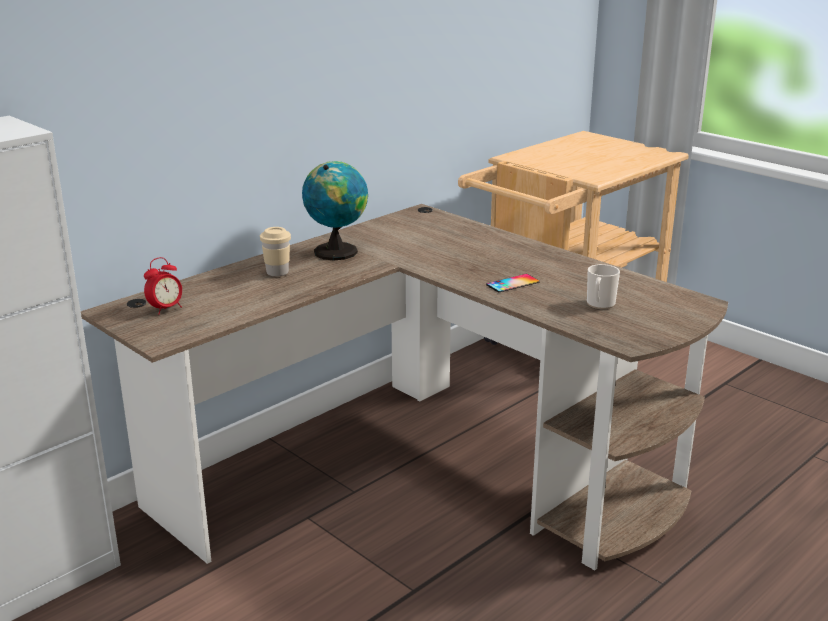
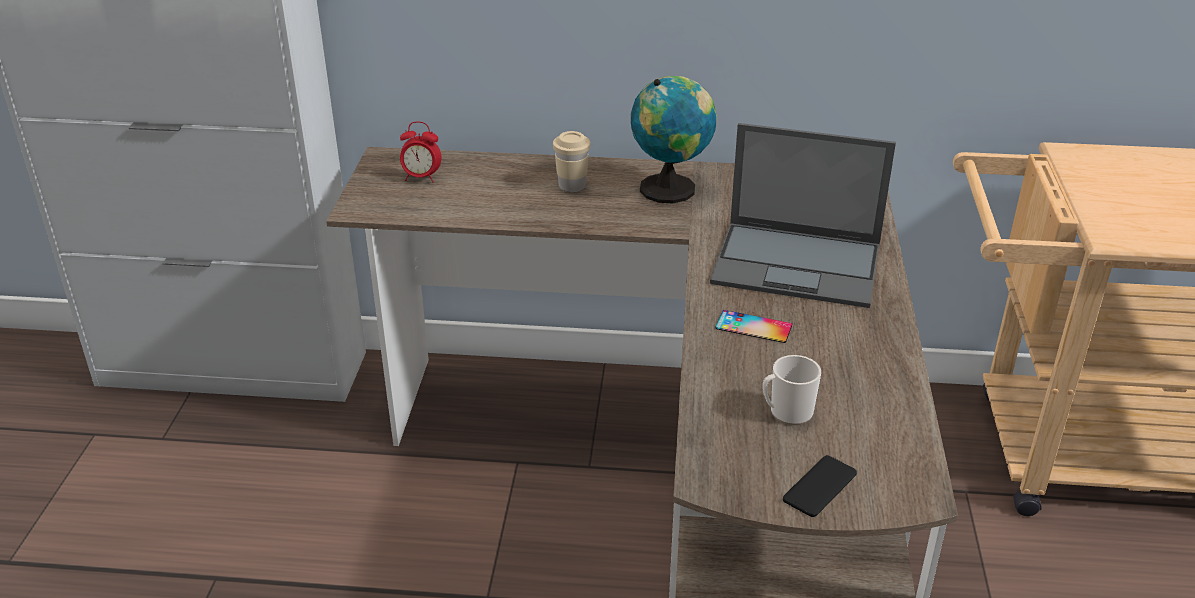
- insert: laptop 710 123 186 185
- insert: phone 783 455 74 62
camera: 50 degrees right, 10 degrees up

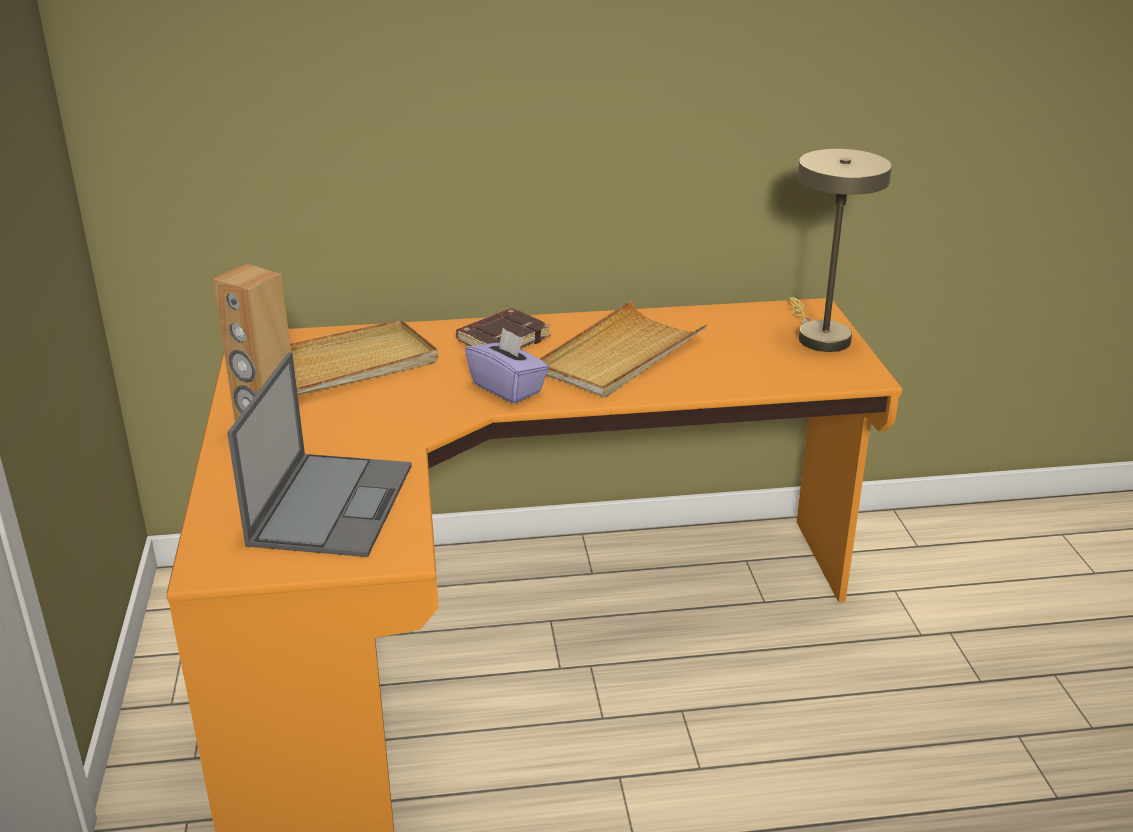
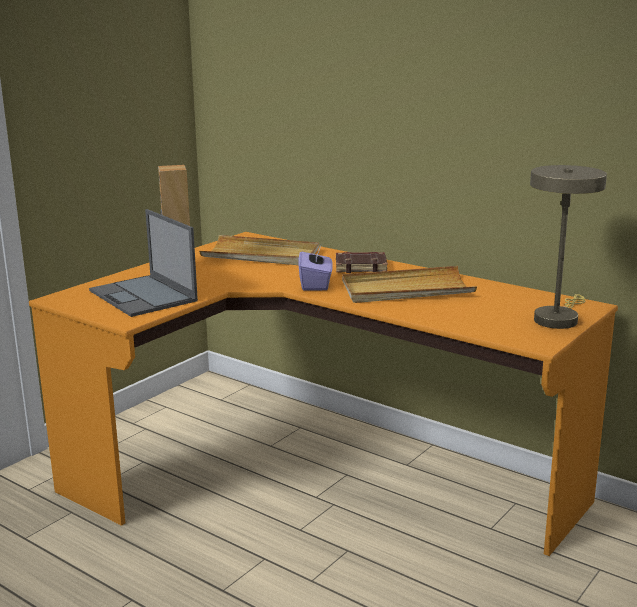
- rotate: laptop 227 352 185 205 = 89 209 109 108 90 degrees clockwise
camera: 45 degrees right, 10 degrees down

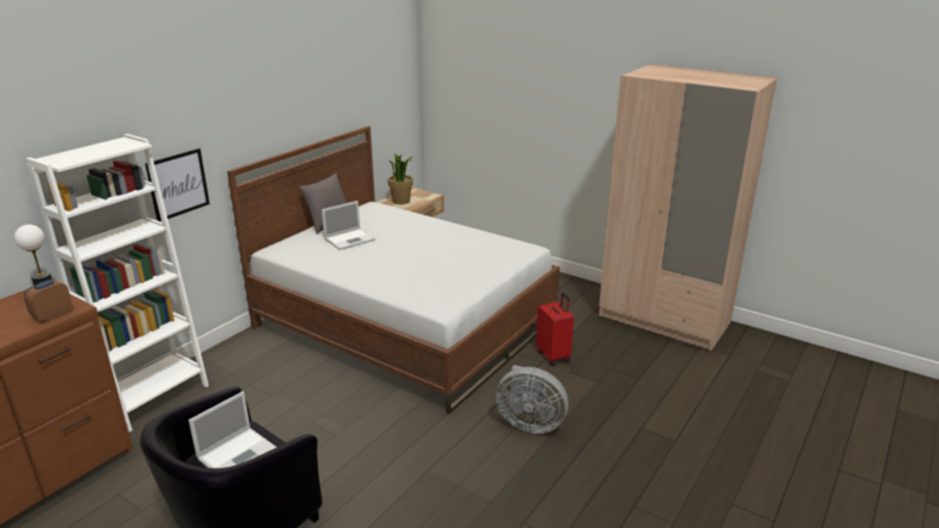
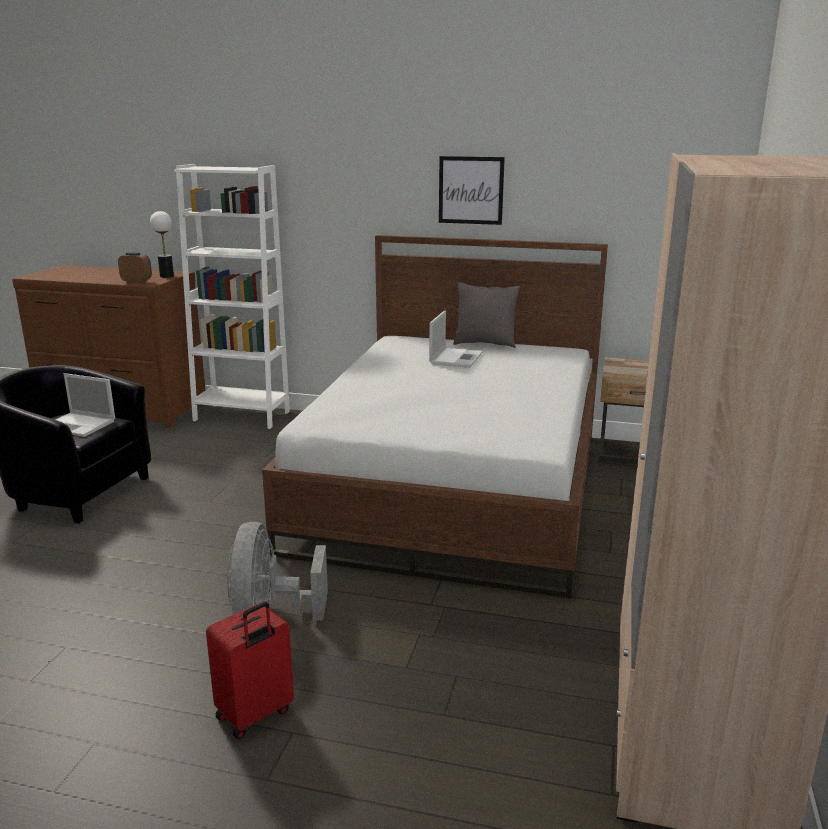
- move: wall picture 145 148 65 74 to 439 156 66 69
- delete: potted plant 388 153 26 52
- rotate: laptop 322 201 54 49 = 429 310 54 58 105 degrees counterclockwise
- move: red piece of luggage 536 293 38 73 to 206 602 88 137
camera: 70 degrees right, 5 degrees down

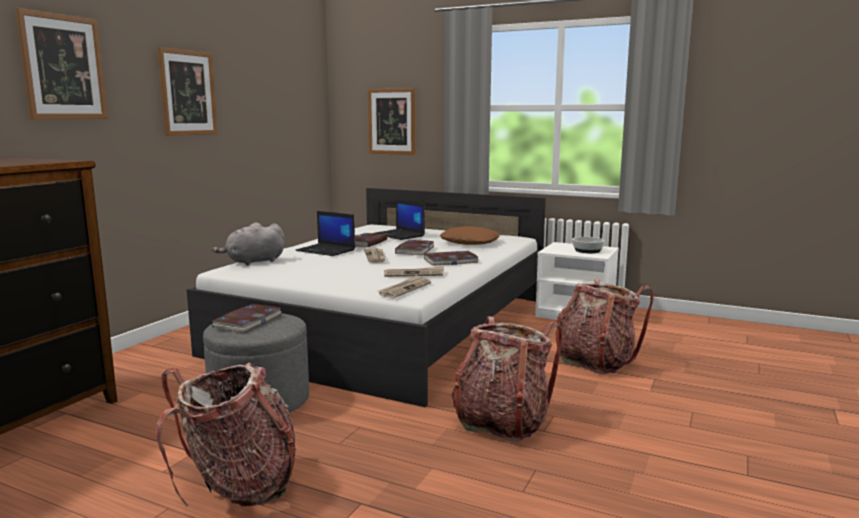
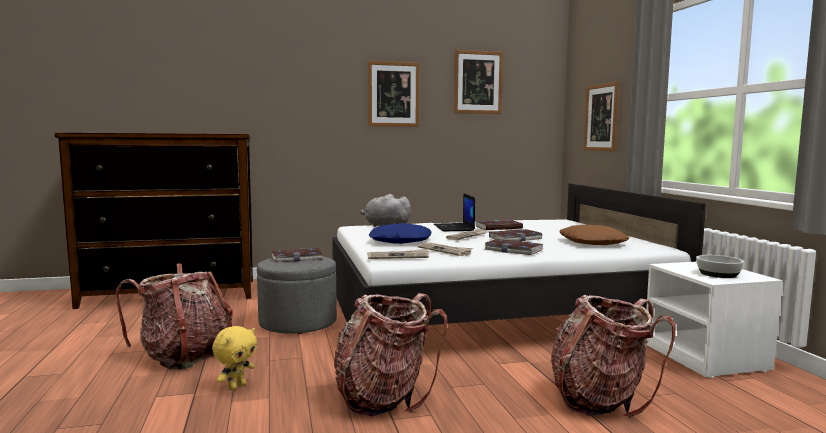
- move: wall picture 15 8 93 111 to 454 50 49 64
- delete: laptop 374 200 51 40
- insert: blue-coloured pillow 369 223 63 21
- insert: yellow-coloured cuddly toy 212 326 45 65
camera: 50 degrees right, 5 degrees down

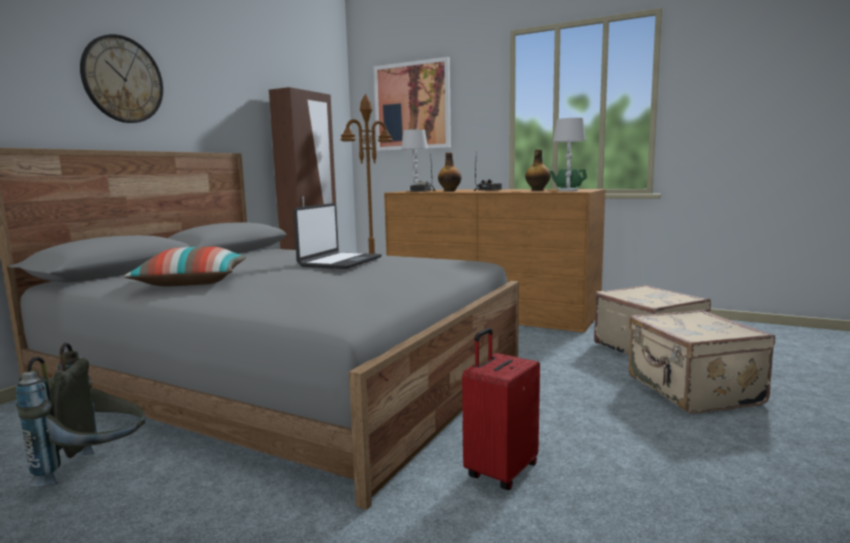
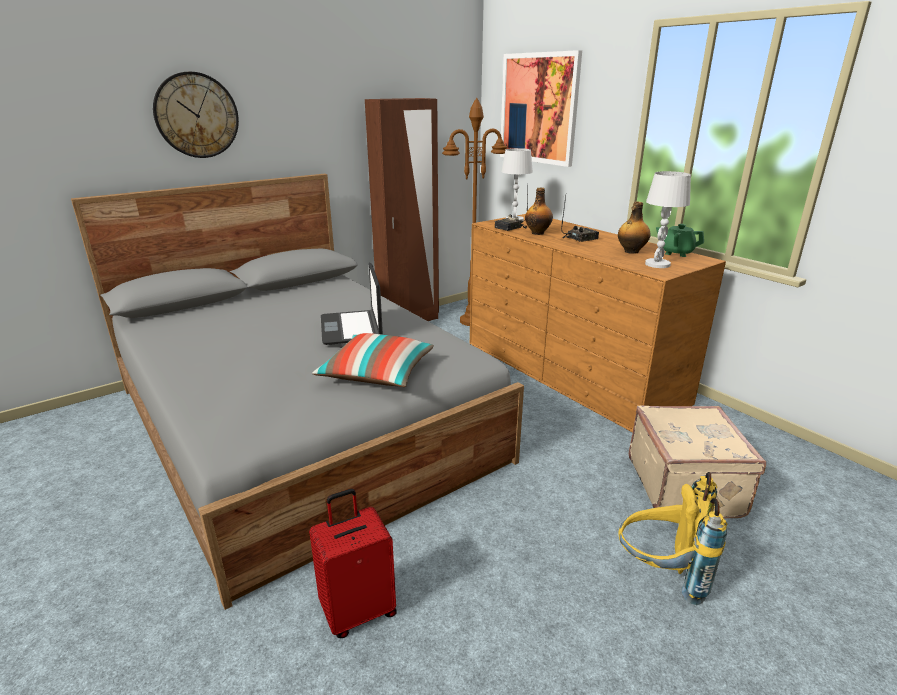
- rotate: laptop 294 203 88 66 = 321 263 62 82 120 degrees clockwise
- move: pillow 124 246 122 40 to 312 333 122 54
- replace: sand-coloured piece of luggage 629 310 146 104 to yellow-coloured rucksack 618 472 109 133
- delete: greyish rucksack 16 343 130 143
camera: 25 degrees right, 15 degrees up

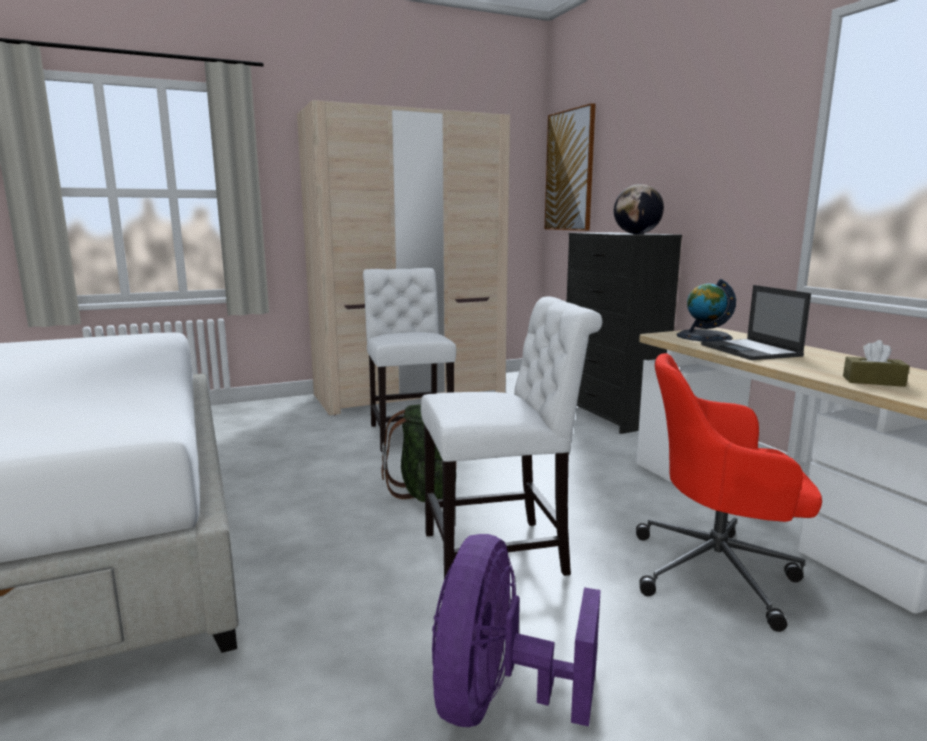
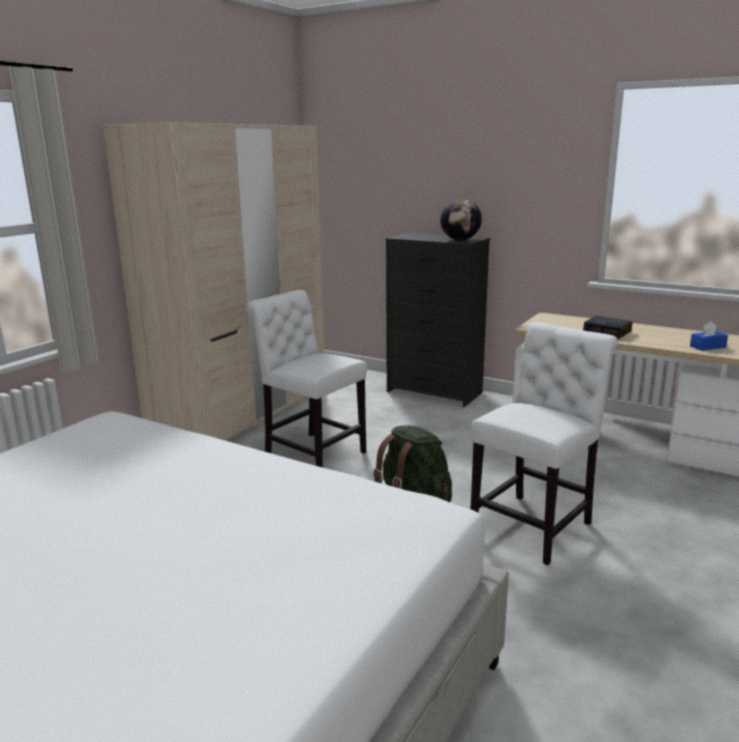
- delete: wall picture 545 103 51 128
- delete: desk globe 677 279 59 63
- replace: laptop 701 285 110 75 to table clock 583 316 50 24
- recolor: brown-coloured tissue holder 843 340 67 47 to blue-coloured tissue holder 690 321 38 30
- delete: red desk chair 636 353 186 279
- delete: purple-coloured cooling fan 432 534 169 193
camera: 35 degrees left, 5 degrees up

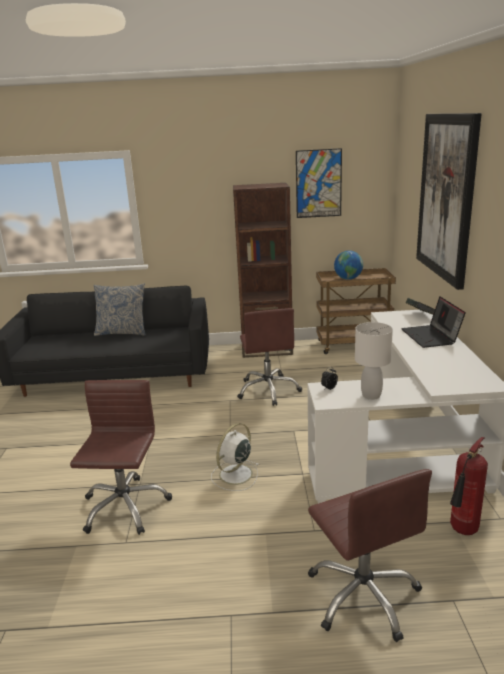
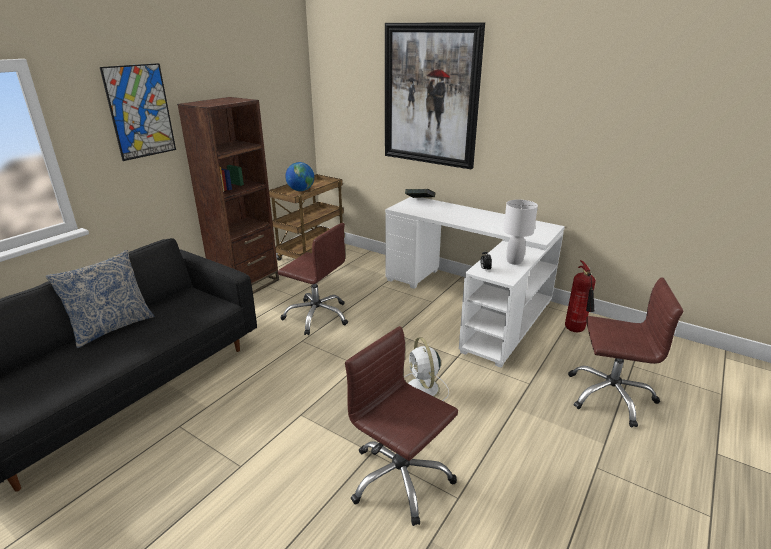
- move: wall picture 296 148 46 70 to 100 63 76 98
- delete: laptop 401 297 65 51
camera: 55 degrees left, 5 degrees up

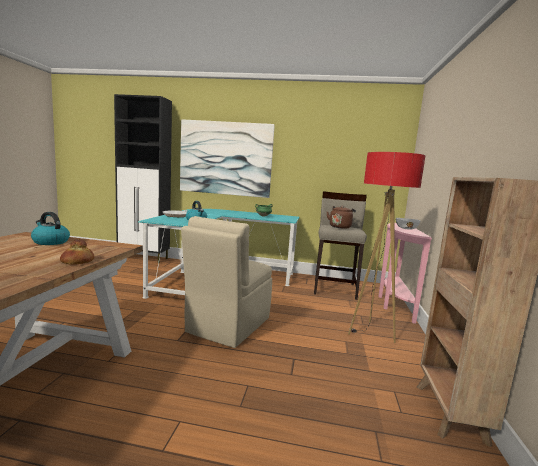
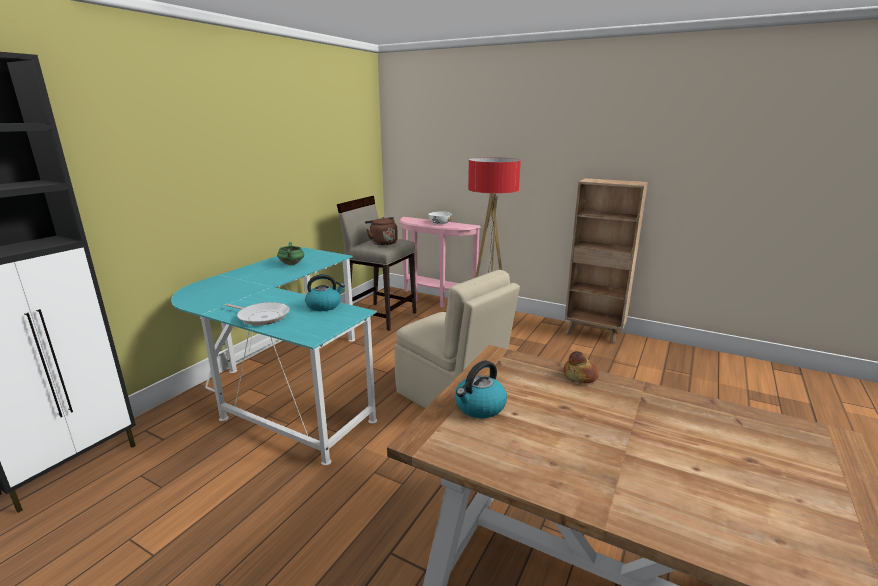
- delete: wall picture 180 119 95 79
camera: 70 degrees left, 10 degrees up

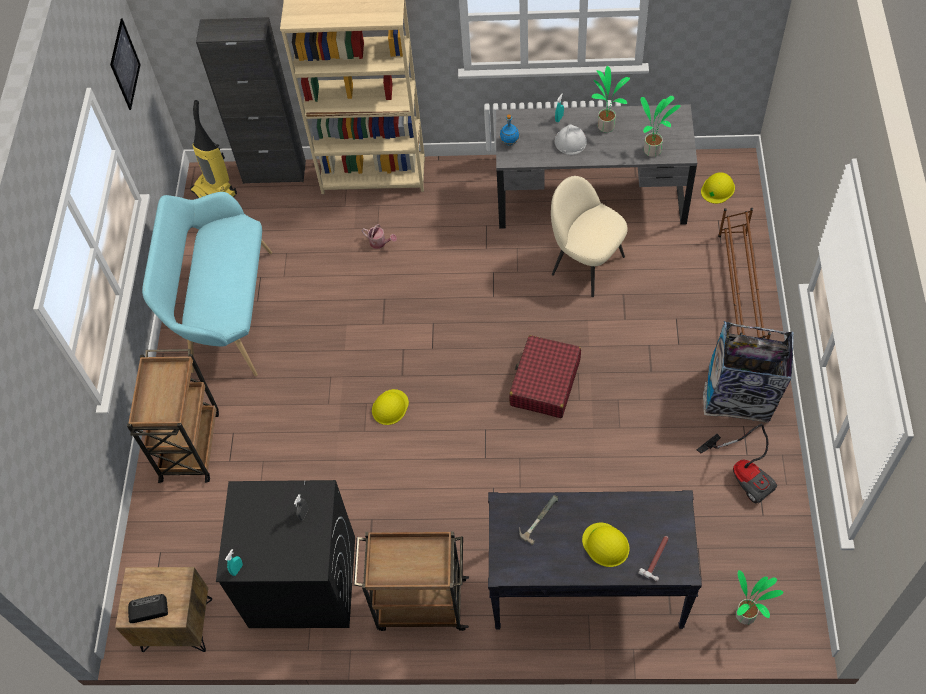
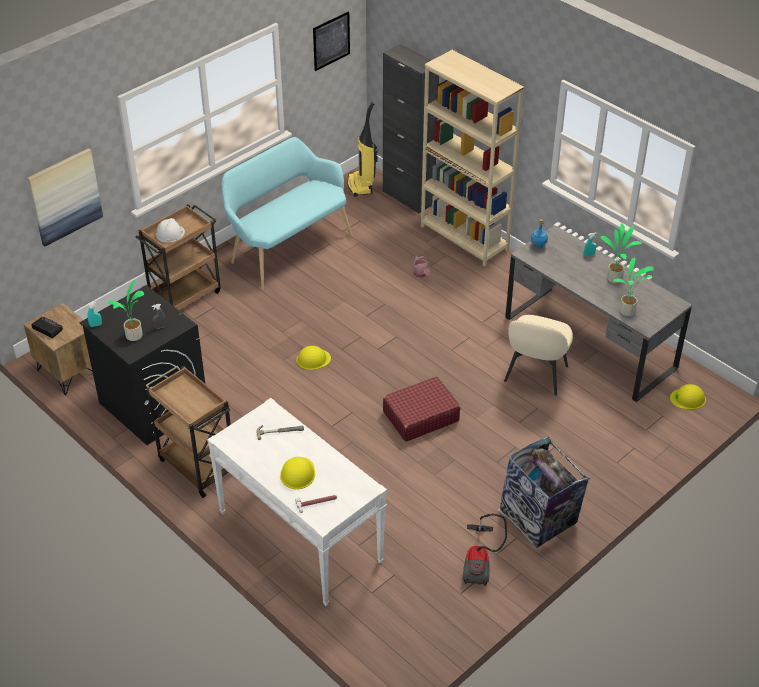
- move: white-coloured safety helmet 555 124 32 31 to 156 218 29 24
- rotate: sand-coloured upright chair 551 176 77 121 = 504 315 69 80 150 degrees counterclockwise
- delete: brown-coloured shoe rack 718 208 53 131
- recolor: black console table 488 490 214 139 to white-coloured console table 207 398 180 208
- move: potted plant 736 570 48 55 to 107 280 37 61
- insert: wall picture 27 148 76 98
camera: 40 degrees right, 15 degrees down

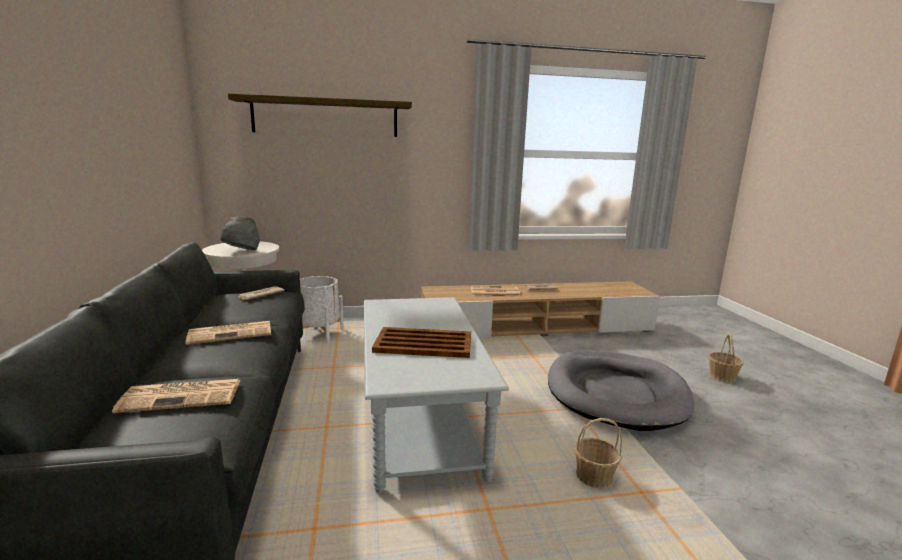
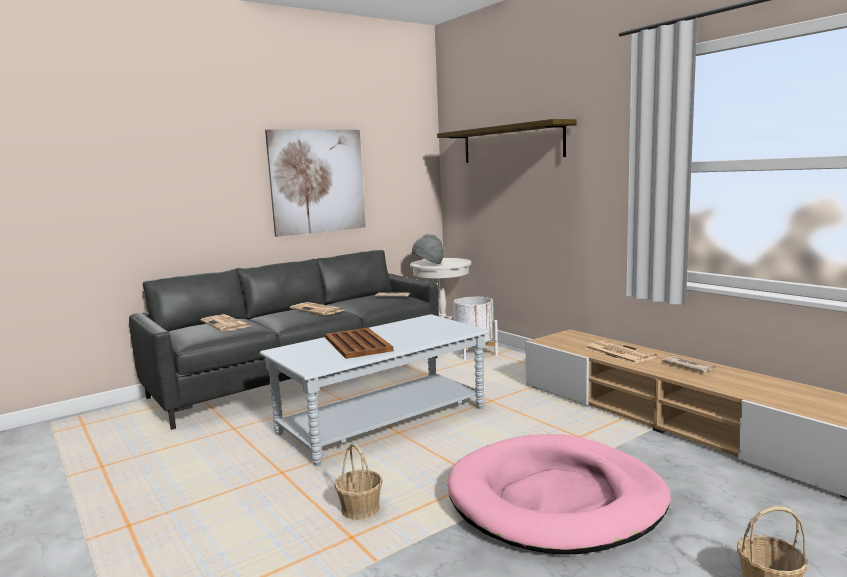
- recolor: greyish dog cushion 548 351 146 80 to pink dog cushion 448 434 223 120
- insert: wall picture 265 130 101 107
camera: 65 degrees right, 5 degrees down

